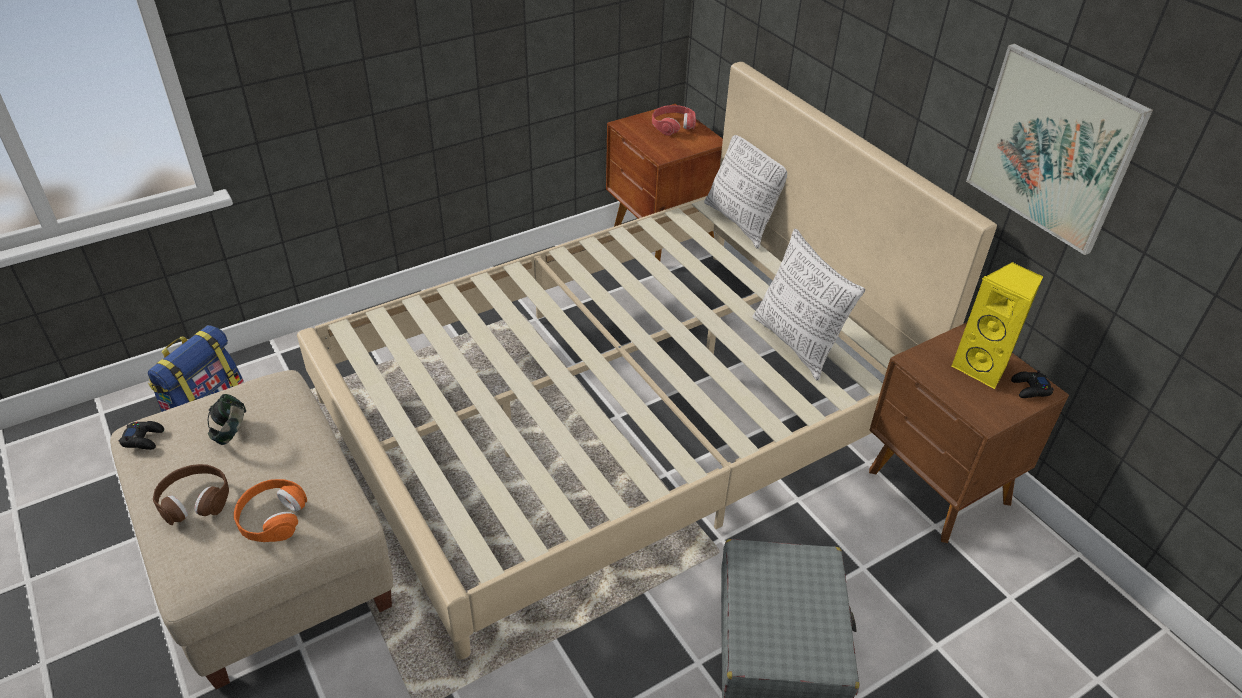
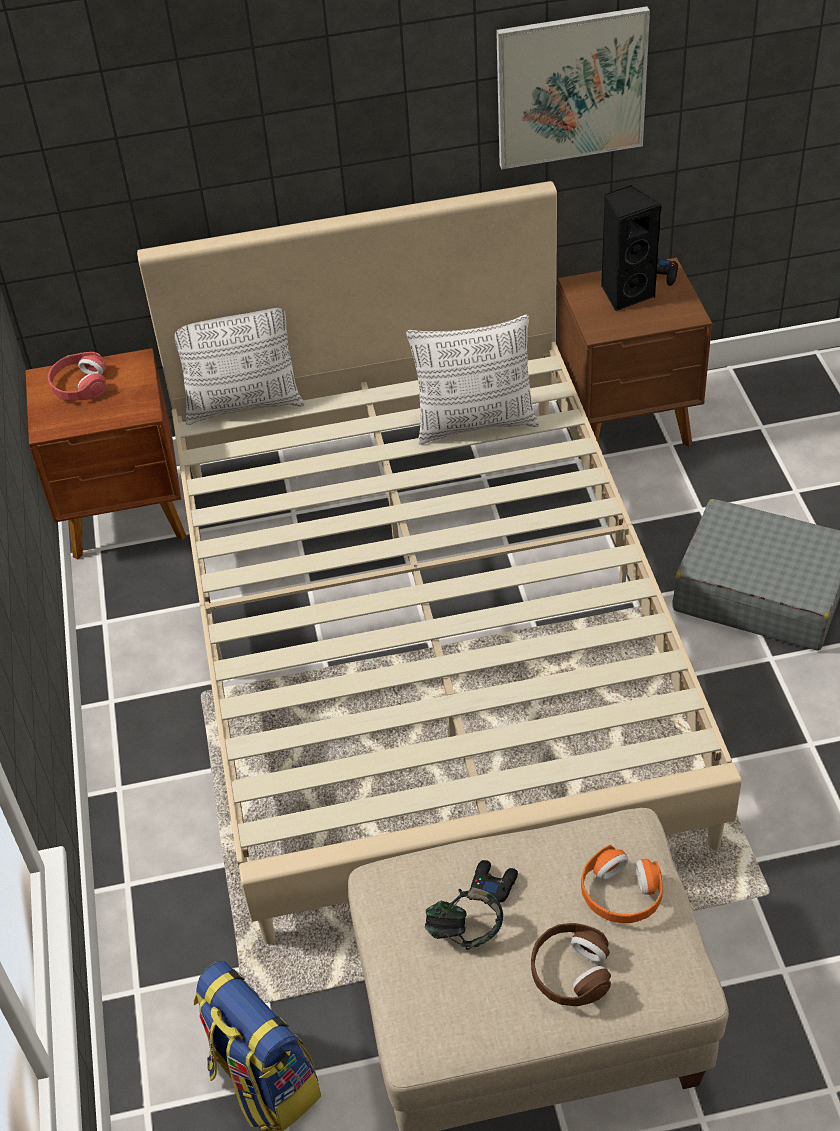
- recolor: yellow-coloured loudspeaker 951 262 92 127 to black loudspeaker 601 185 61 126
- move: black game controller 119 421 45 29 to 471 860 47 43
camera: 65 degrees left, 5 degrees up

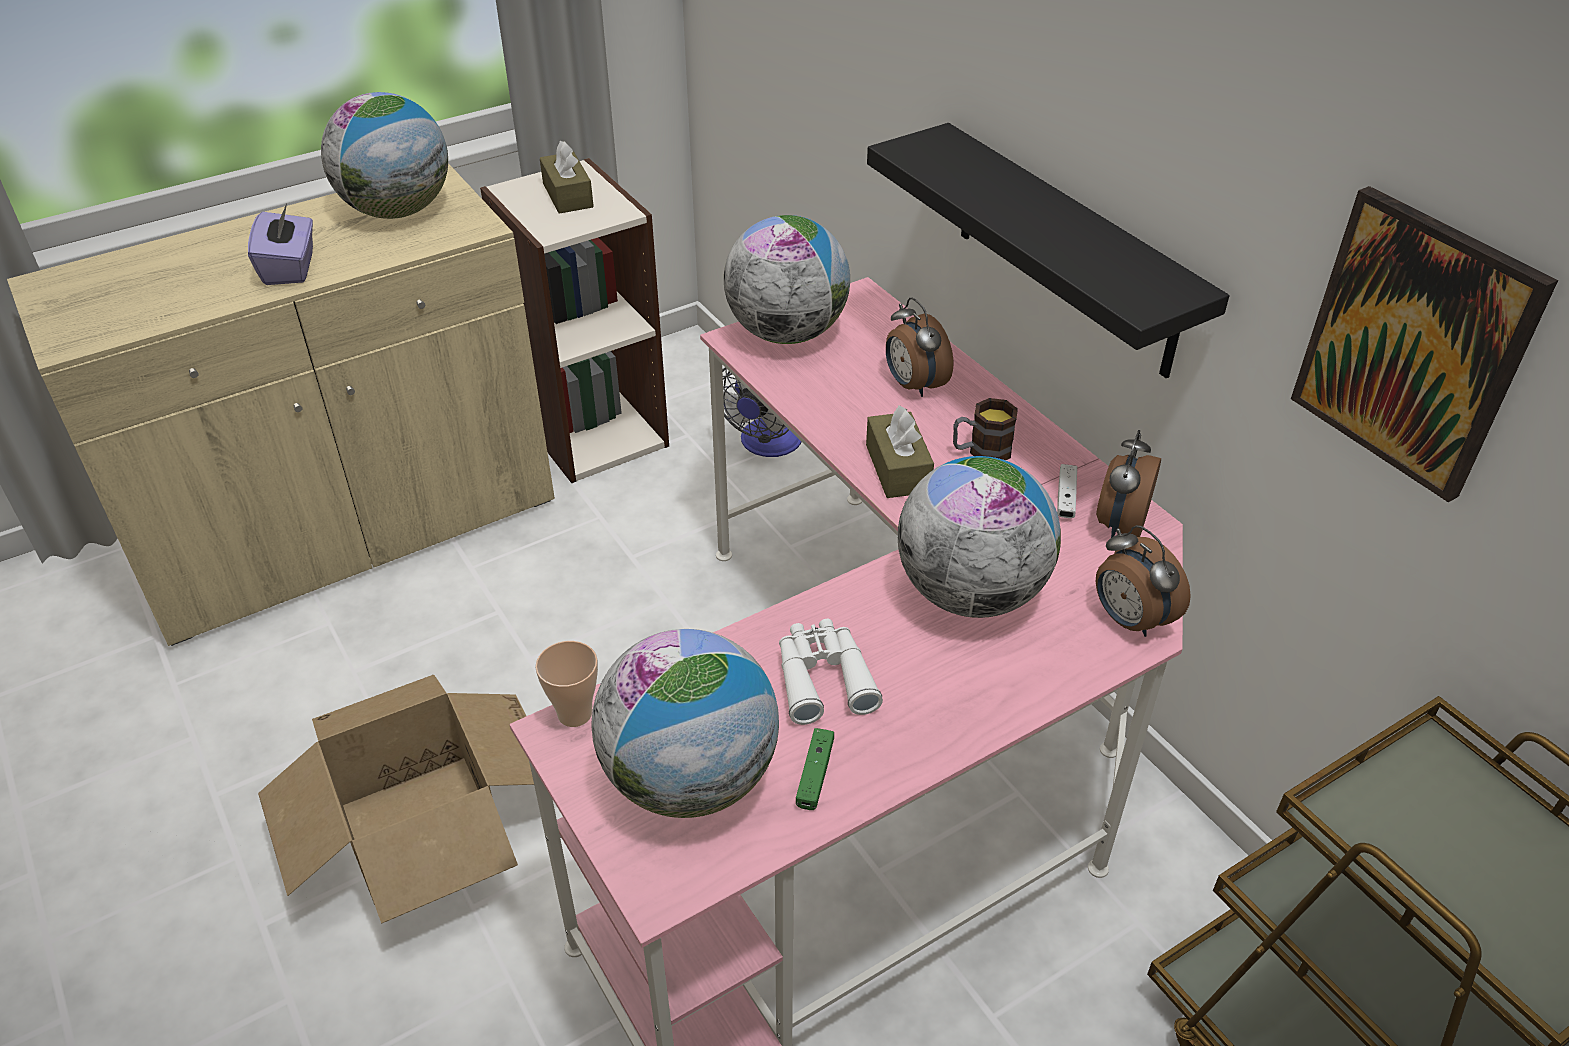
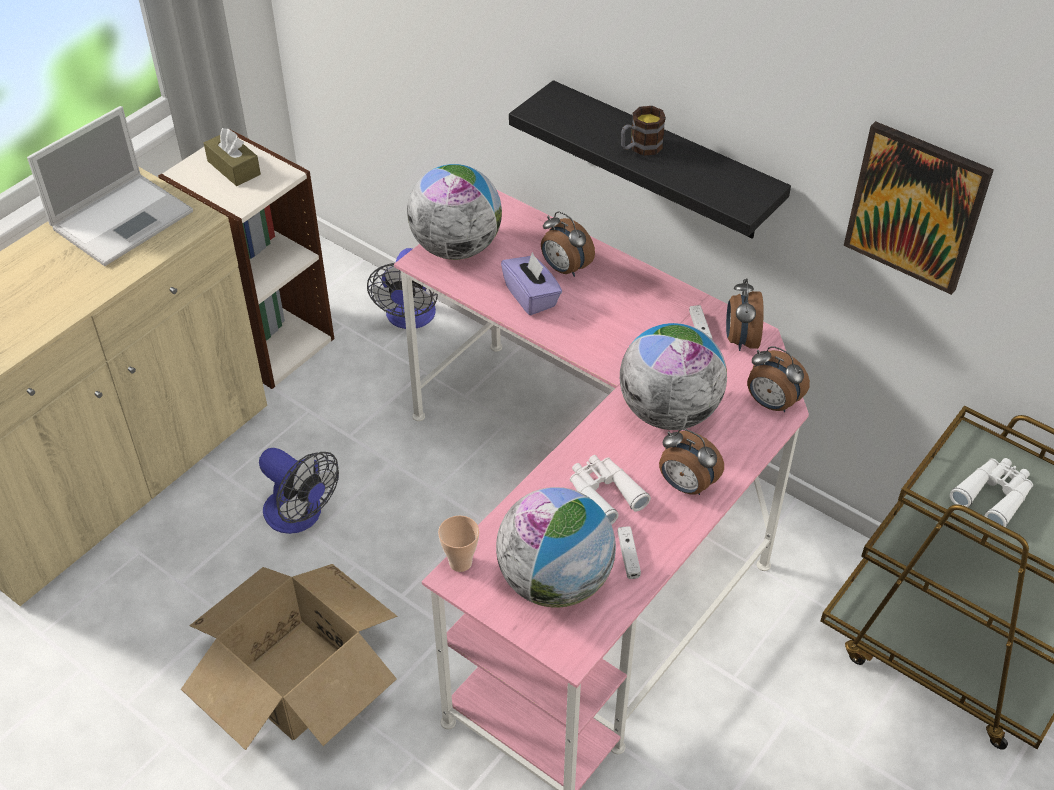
- replace: desk globe 321 92 127 127 to laptop 27 106 166 160
- move: purple-coloured tissue holder 248 204 65 81 to 501 252 61 64
- move: tea mug 953 398 65 62 to 621 106 45 50
- delete: brown-coloured tissue holder 866 405 68 93
- recolor: greenish game controller 796 728 38 82 to white-coloured game controller 617 526 24 53
- insert: table clock 659 428 65 67
- insert: cooling fan 259 448 80 86
- insert: white-coloured pair of binoculars 950 458 83 72
camera: 20 degrees left, 5 degrees up

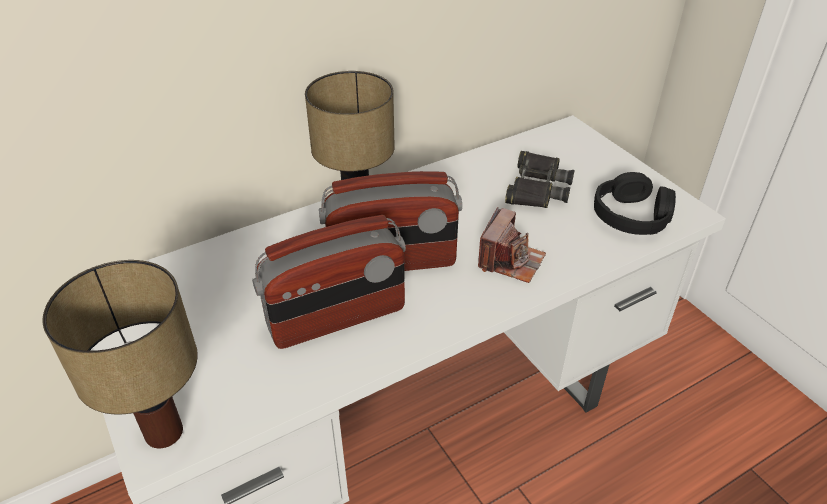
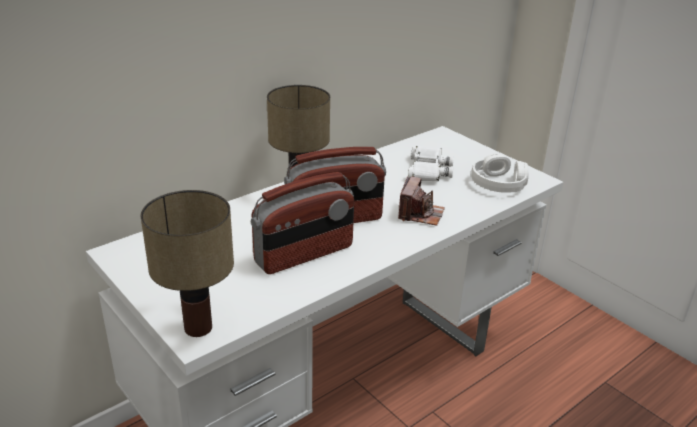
- recolor: black pair of binoculars 505 151 69 57 to white-coloured pair of binoculars 408 146 46 36
- recolor: black pair of headphones 594 172 82 63 to white-coloured pair of headphones 471 153 58 40
camera: 10 degrees left, 10 degrees down

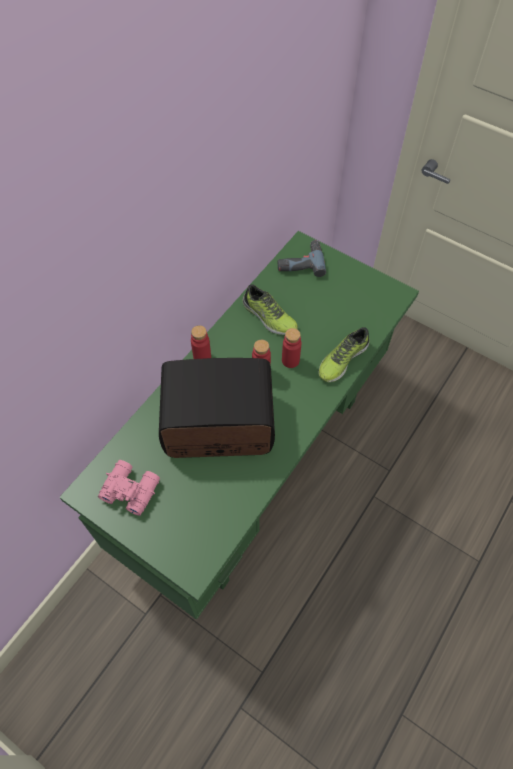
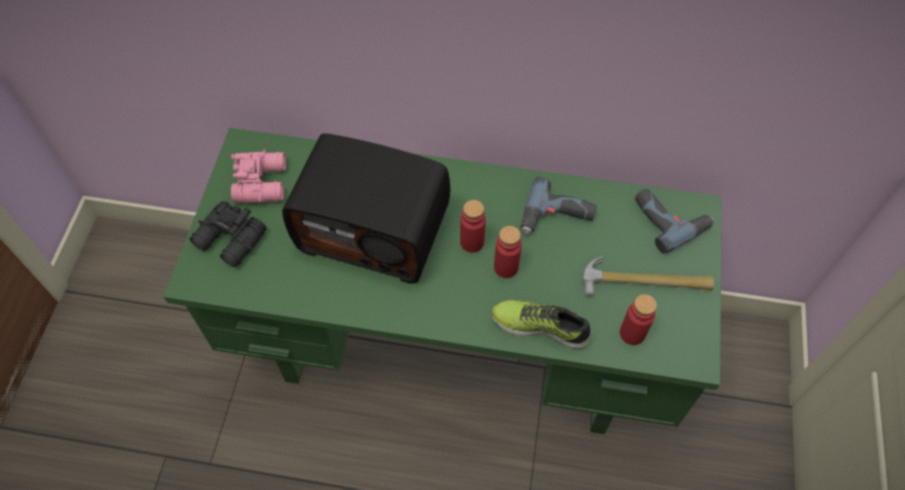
- replace: item of footwear 243 284 55 51 to power drill 521 177 76 57
- move: red drink bottle 191 325 20 34 to 620 294 37 51
- rotate: radio set 159 358 116 100 = 282 133 168 151 135 degrees clockwise
- insert: black pair of binoculars 190 201 77 66
- insert: hand hammer 582 256 132 41
camera: 65 degrees right, 0 degrees up

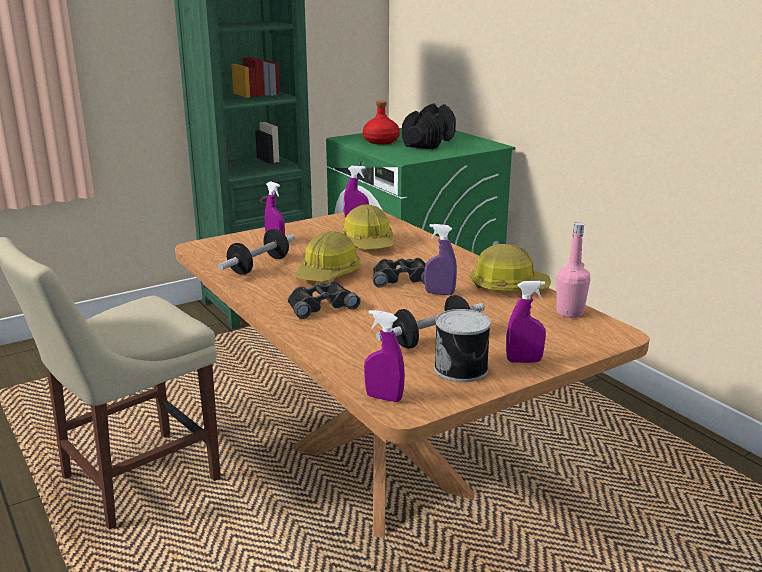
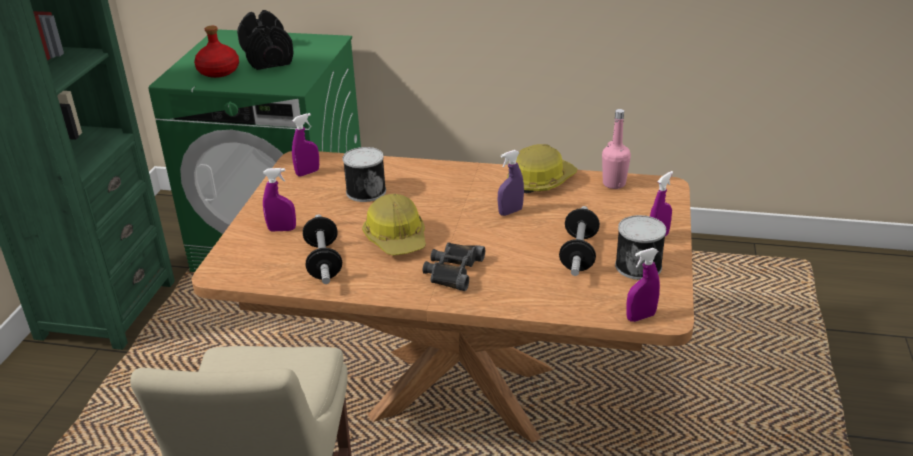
- replace: safety helmet 340 204 54 45 to metal can 343 147 43 55
- delete: black pair of binoculars 373 258 53 30
camera: 45 degrees left, 10 degrees up

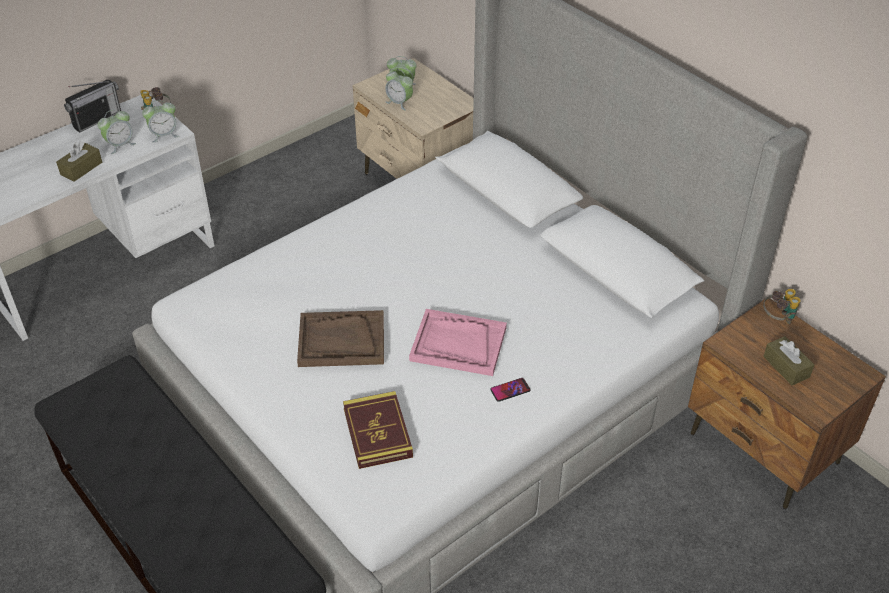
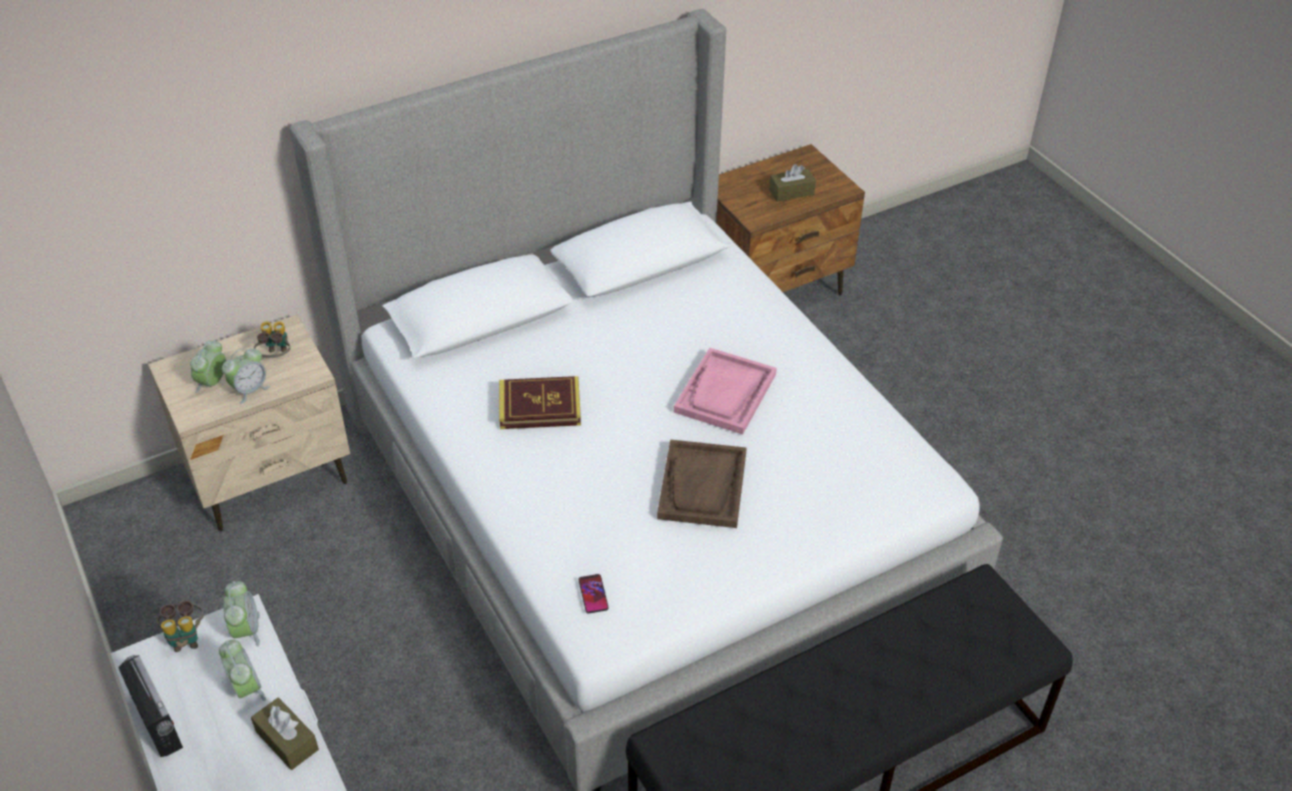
- move: pair of binoculars 763 289 38 35 to 254 321 36 37
- move: phone 490 378 40 24 to 579 574 30 40
- move: bound book 343 391 70 78 to 499 376 82 53
camera: 80 degrees left, 0 degrees up

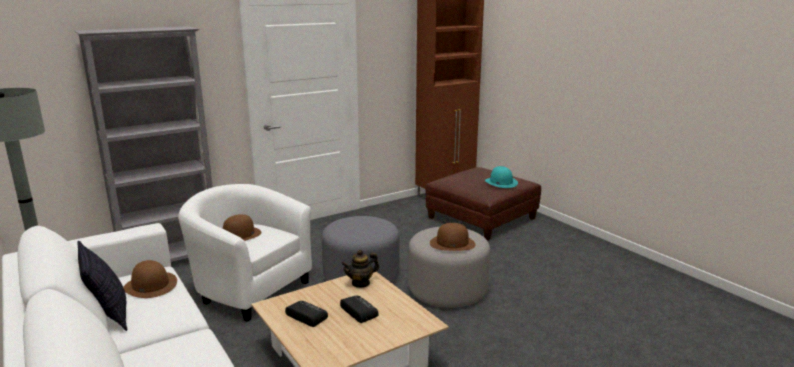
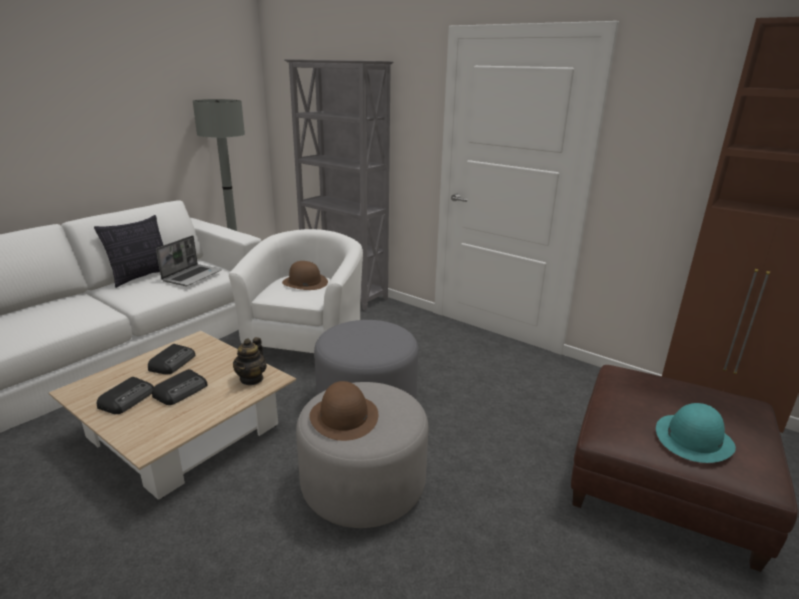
- rotate: pot for tea 341 250 38 38 = 233 337 34 48 120 degrees counterclockwise
- replace: brown-coloured hat 123 260 54 38 to laptop 156 235 66 51
- insert: radio set 97 377 57 37
camera: 70 degrees right, 5 degrees up

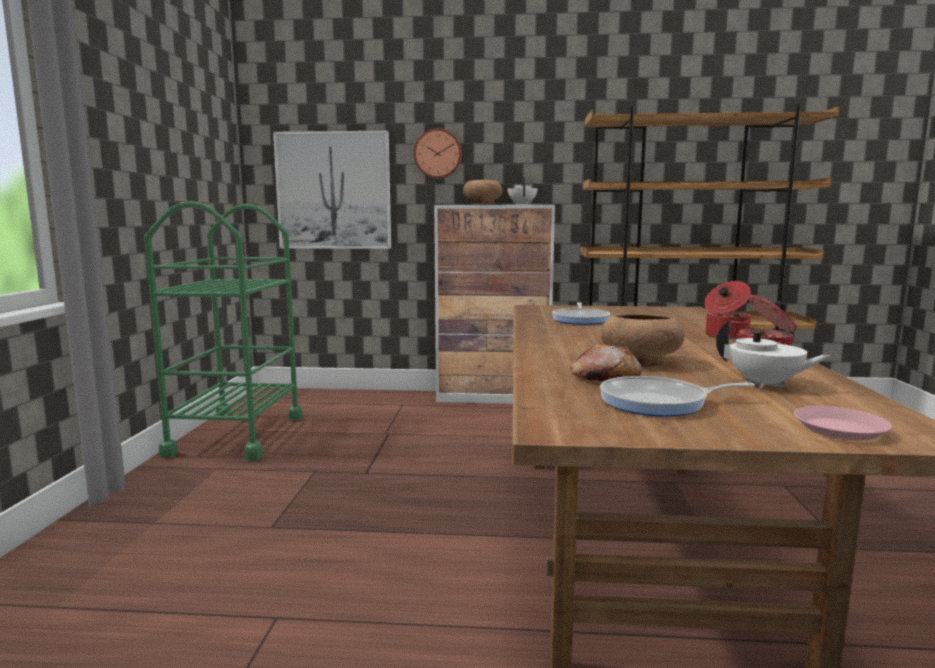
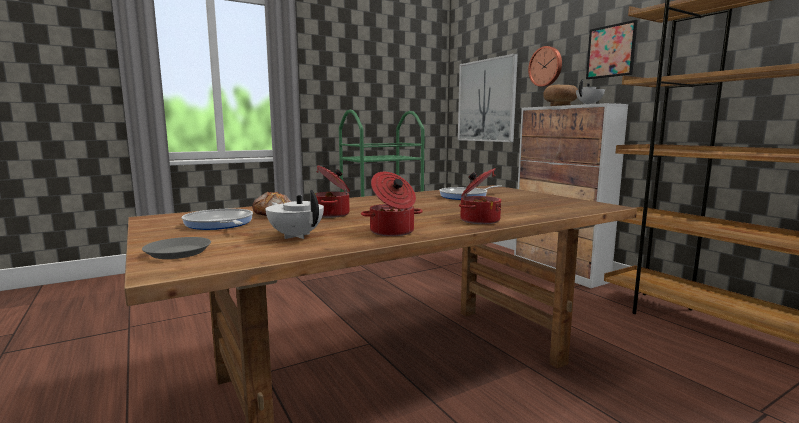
- replace: brown-coloured serving bowl 601 313 83 54 to cooking pot 315 166 35 52
- rotate: white-coloured pot for tea 716 320 114 69 = 265 190 59 49 135 degrees clockwise
- recolor: pink flat dish 794 406 98 35 to greyish flat dish 142 237 69 22
- insert: wall picture 586 20 52 59
camera: 55 degrees right, 0 degrees up

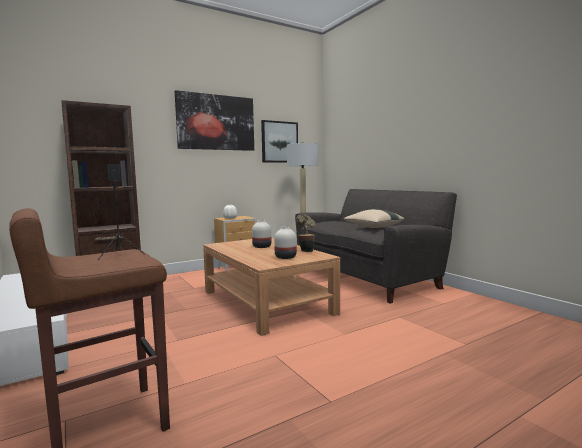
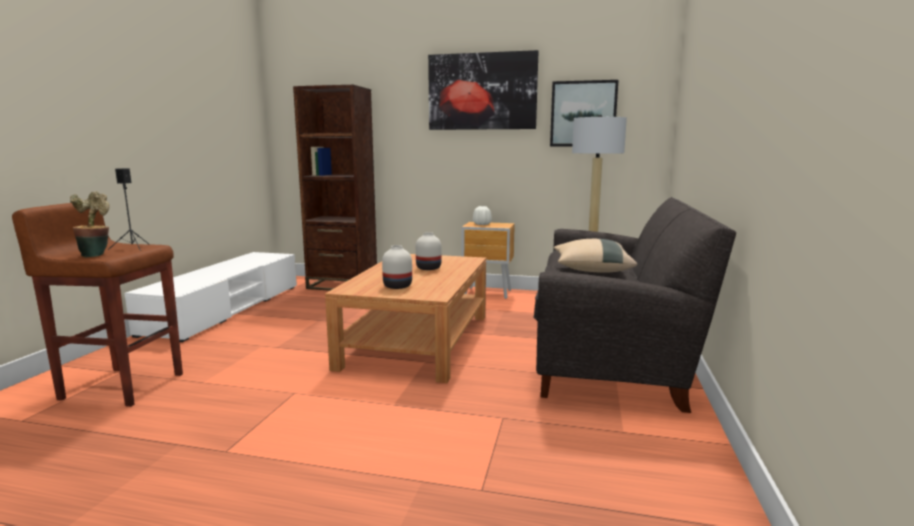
- move: potted plant 296 215 20 37 to 70 191 40 67
camera: 45 degrees right, 5 degrees up

